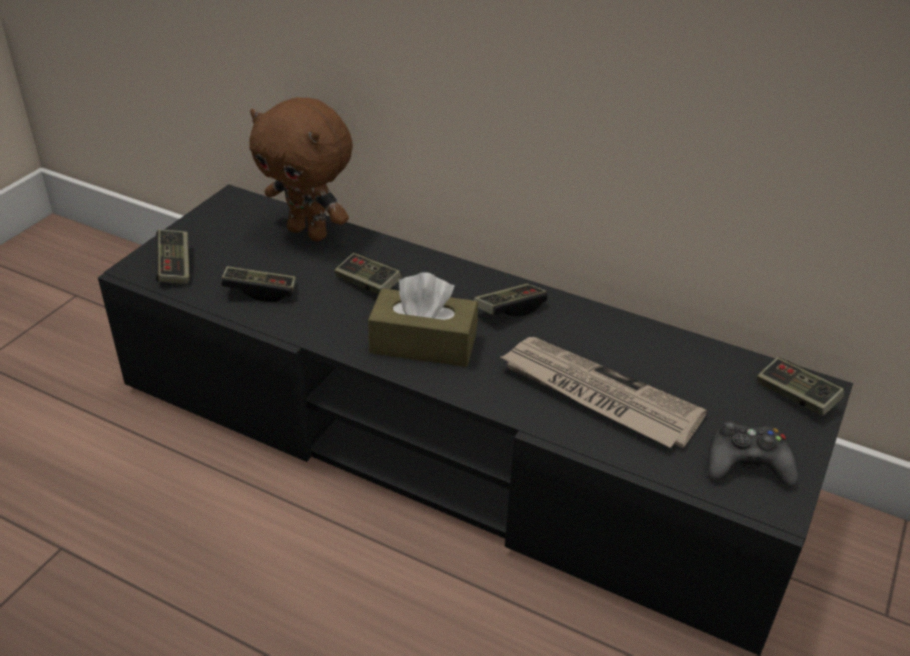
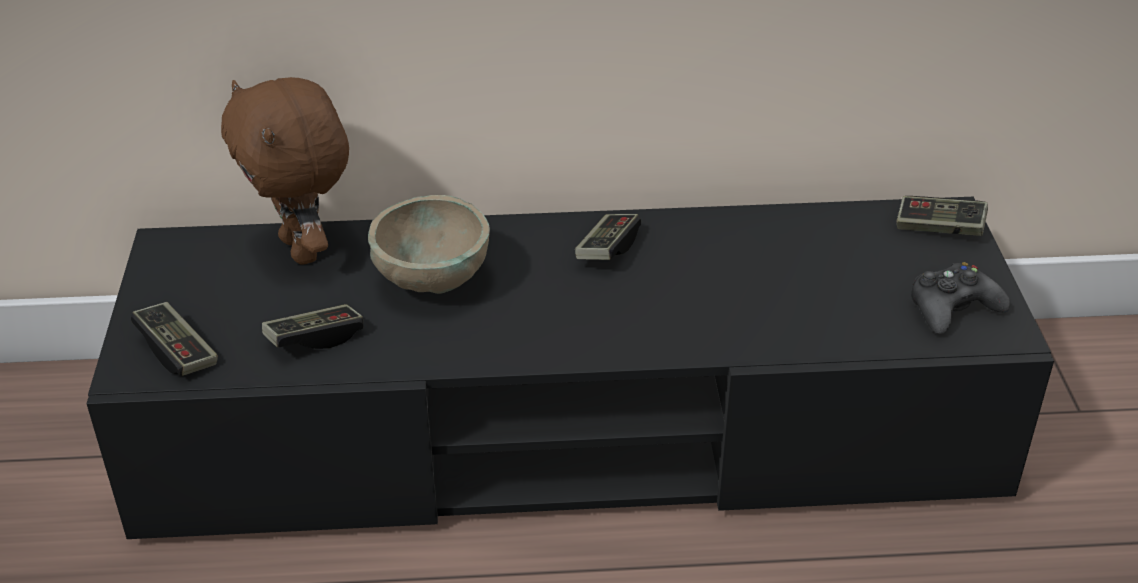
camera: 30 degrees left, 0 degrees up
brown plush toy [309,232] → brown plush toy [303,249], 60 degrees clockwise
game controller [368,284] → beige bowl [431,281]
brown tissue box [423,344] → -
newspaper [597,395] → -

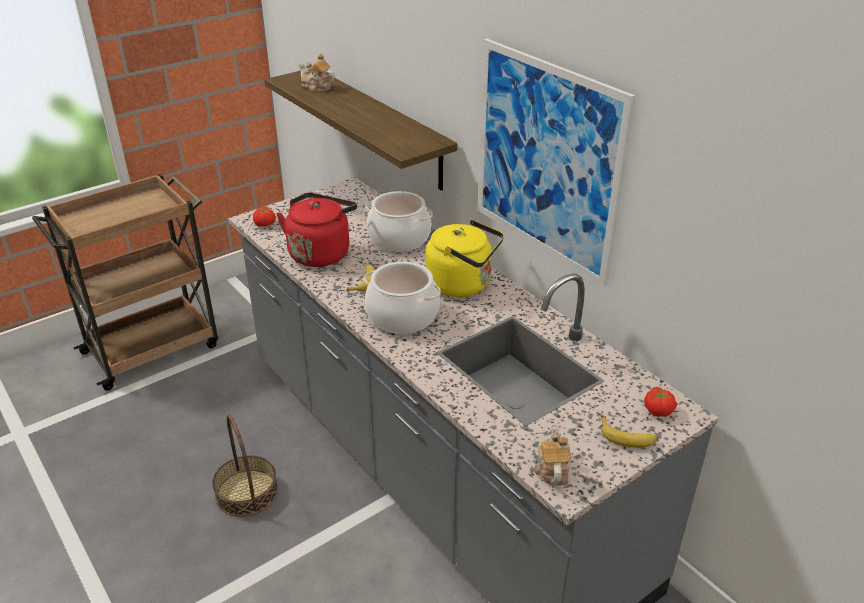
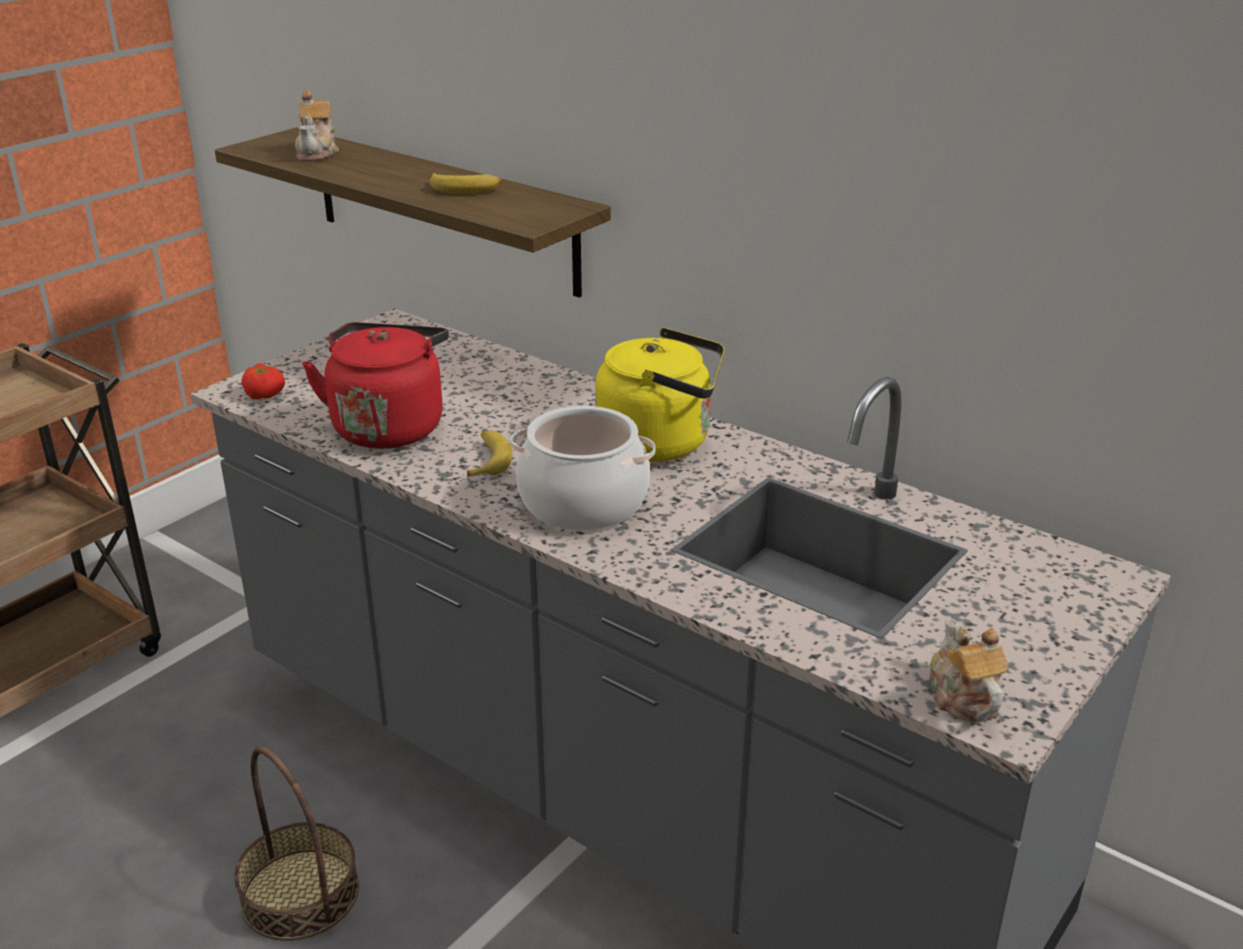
camera: 15 degrees left, 5 degrees down
teapot [316,87] → teapot [318,153], 105 degrees counterclockwise
cooking pot [399,238] → -
picture [546,160] → -
banana [627,437] → banana [465,189], moved
tomato [658,410] → -

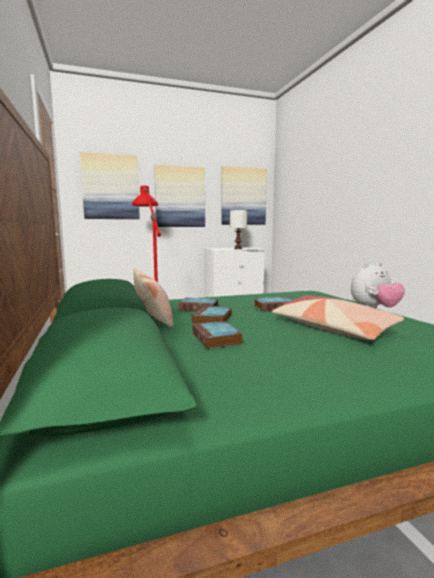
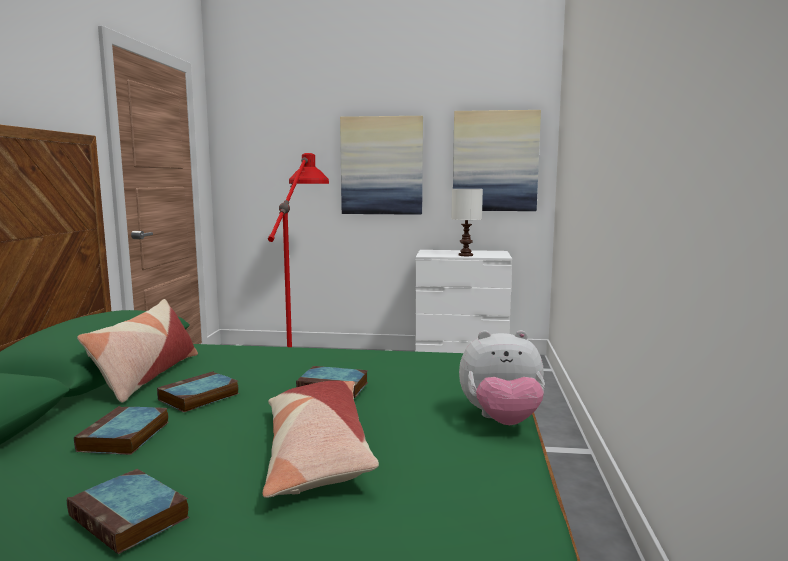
camera: 25 degrees right, 0 degrees up
picture [110,187] → -
book [199,308] → book [131,517], moved

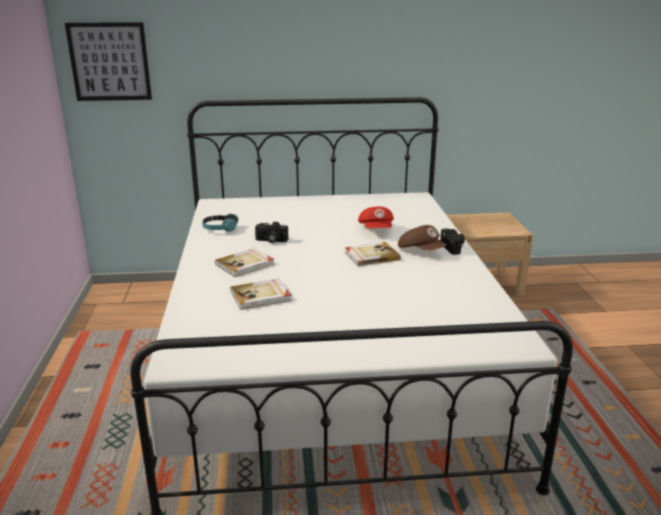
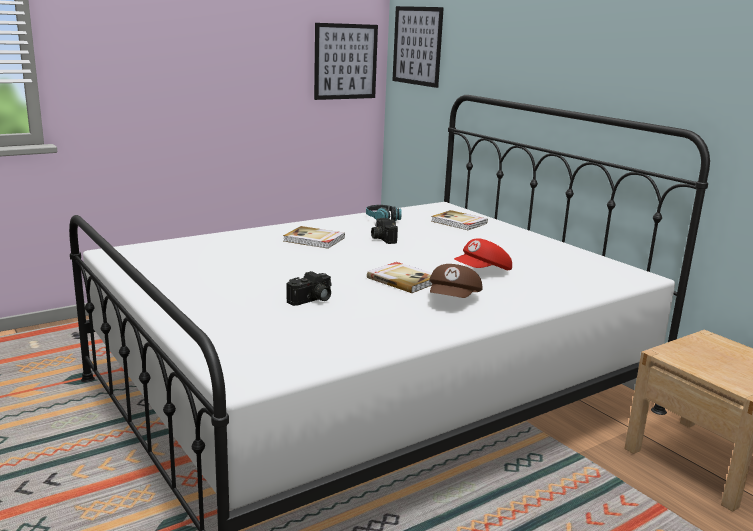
camera: 60 degrees right, 5 degrees down
book [261,296] → book [459,222], moved
photo camera [453,247] → photo camera [312,300], moved
- → picture [345,61]

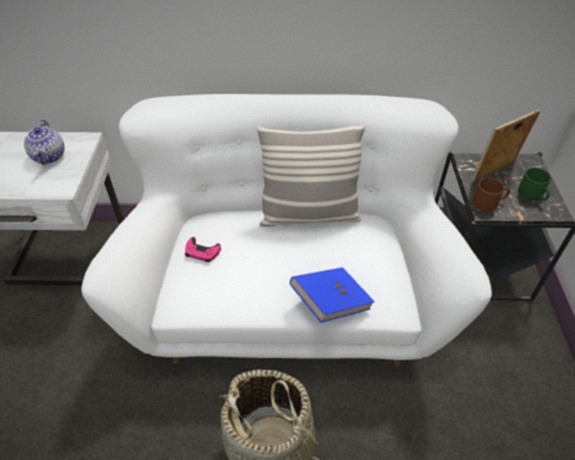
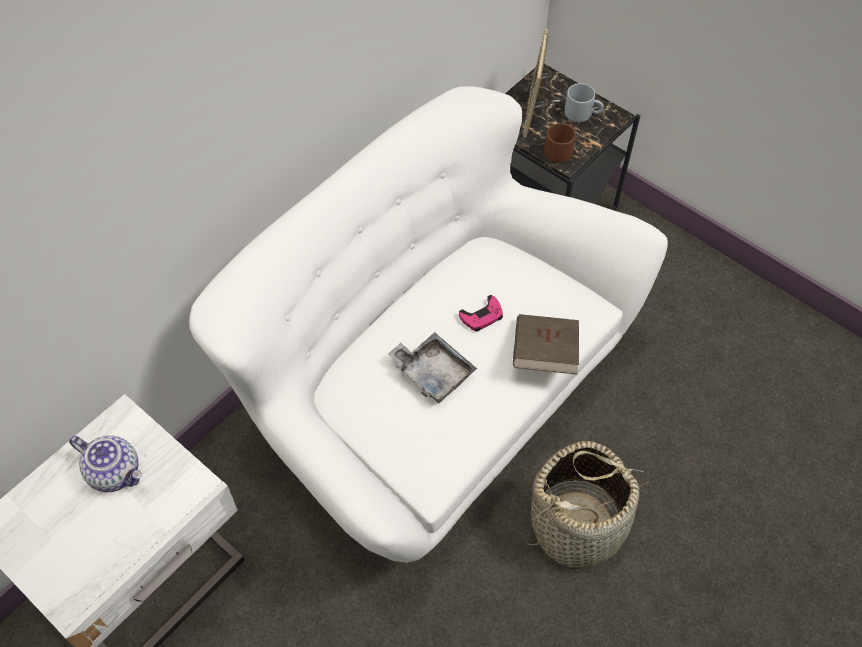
camera: 50 degrees left, 10 degrees up
pink game controller [202,252] → pink game controller [482,316], moved
pillow [309,215] → -
blue book [330,303] → brown book [544,354]
green mug [533,195] → grey mug [583,113]
- → grey tray [432,373]

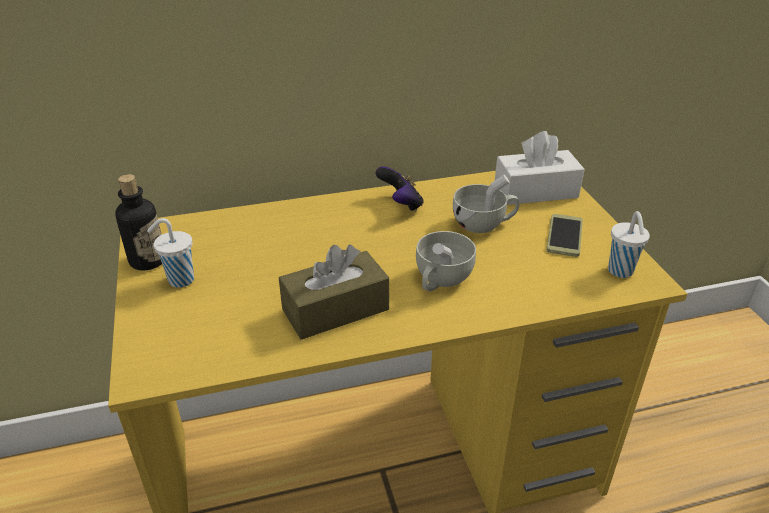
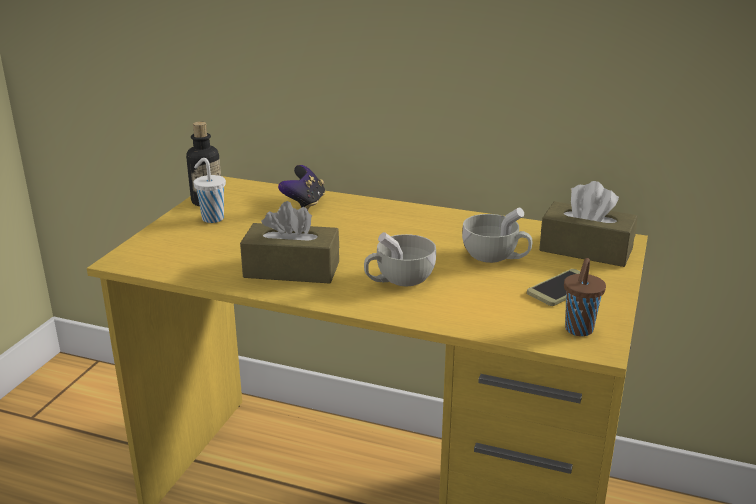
camera: 35 degrees right, 10 degrees down
game controller [401,205] → game controller [304,203], moved
white tissue box [535,191] → brown tissue box [586,249]
white cup [621,272] → brown cup [578,330]

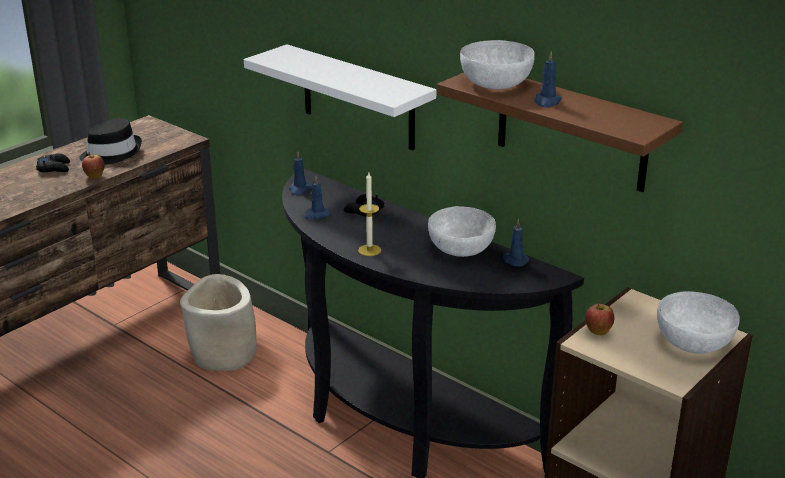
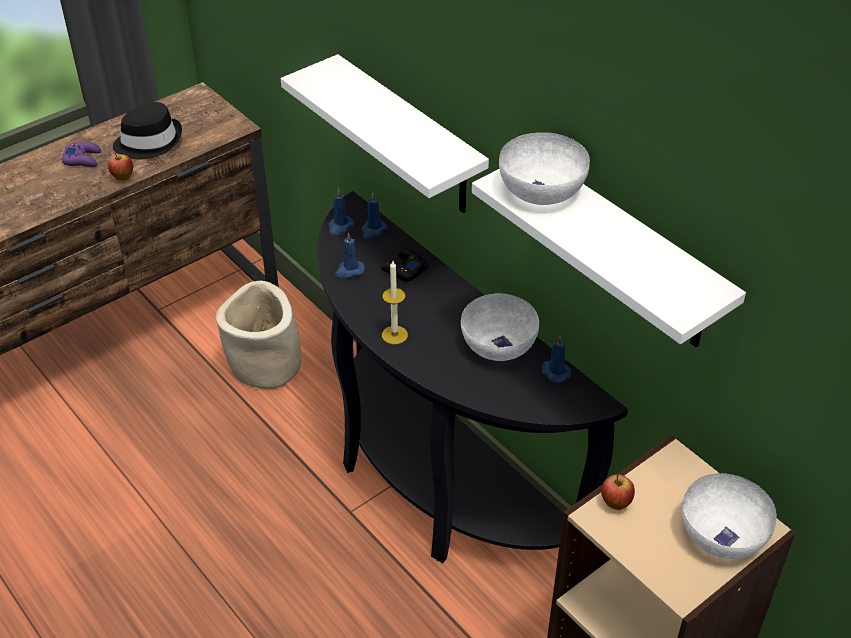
camera: 10 degrees right, 15 degrees up
black game controller [54,168] → purple game controller [83,159]
brown shelf [571,129] → white shelf [627,254]
blue candle [547,102] → blue candle [373,231], moved

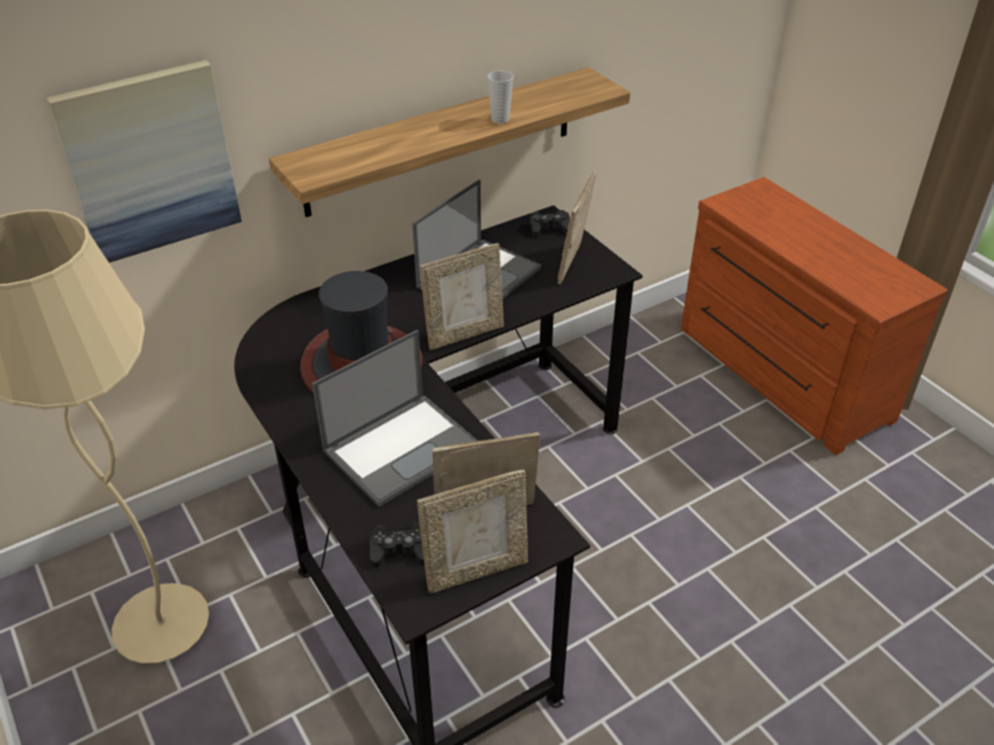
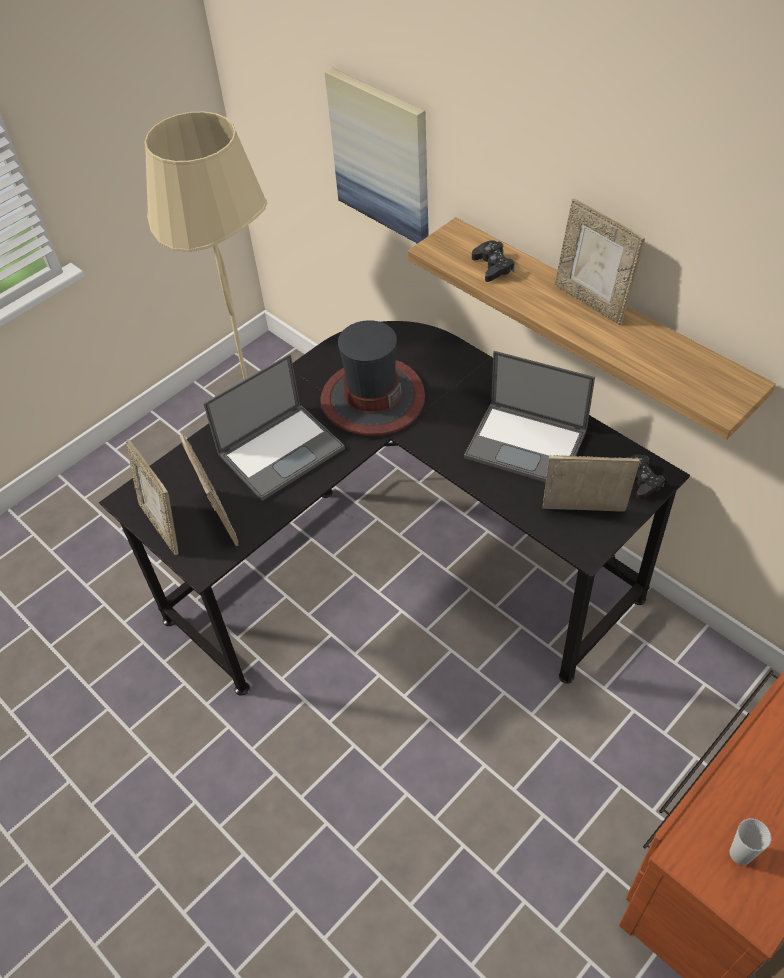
camera: 80 degrees right, 10 degrees up
laptop [402,447] → laptop [282,450], 75 degrees counterclockwise
black game controller [400,550] → black game controller [493,266], moved
picture frame [464,334] → picture frame [591,301], moved
cup [500,119] → cup [740,854], moved

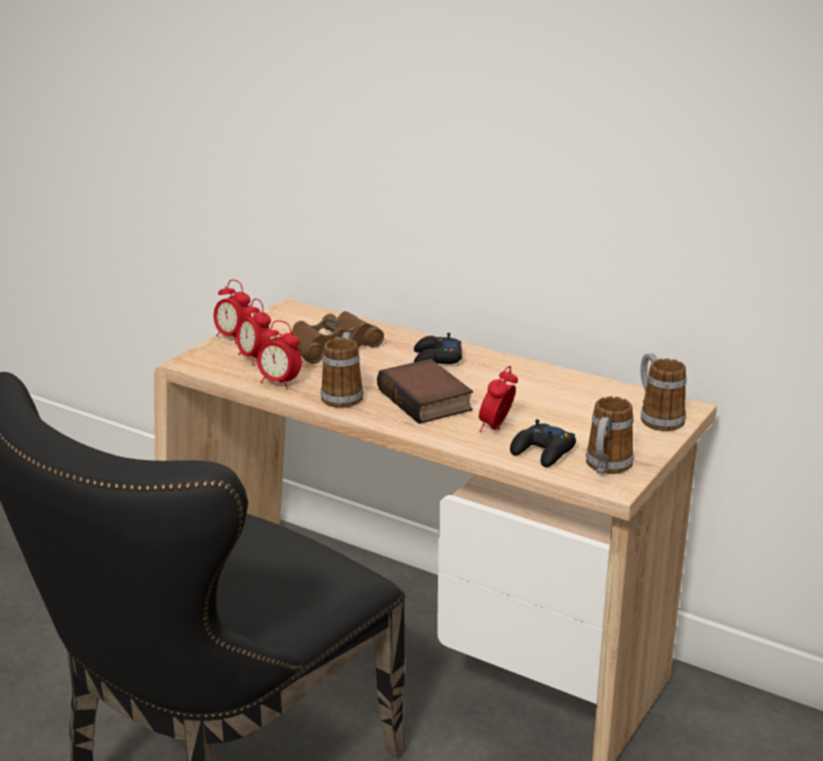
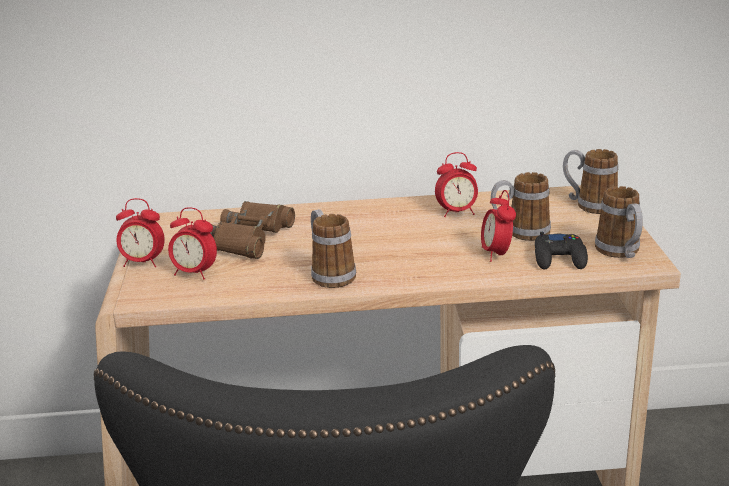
camera: 35 degrees left, 0 degrees up
alarm clock [279,383] → alarm clock [457,213], moved
book [427,400] → -
black game controller [436,358] → -
- → mug [520,233]

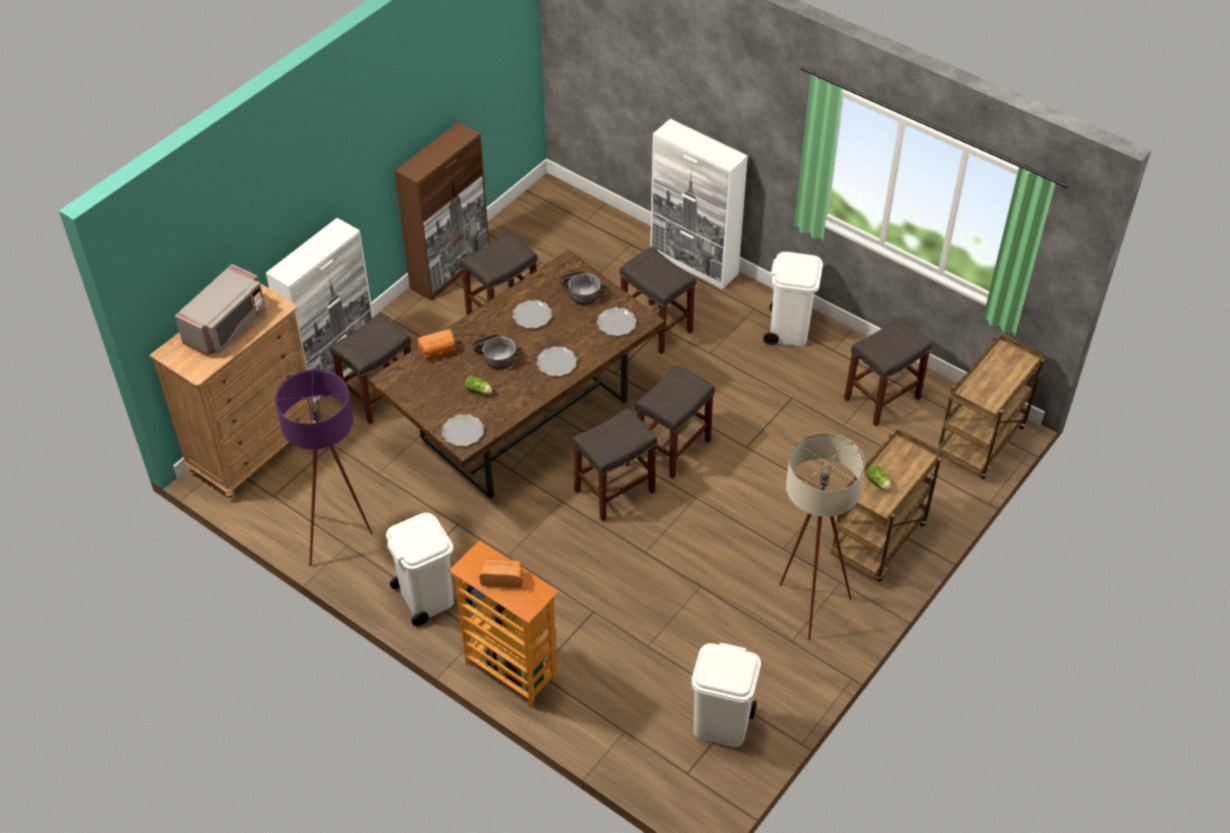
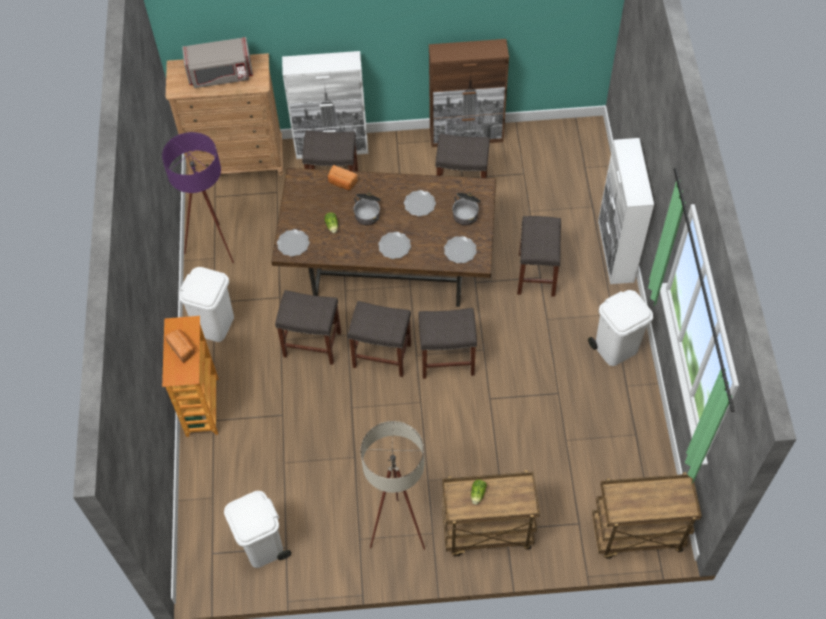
camera: 50 degrees right, 10 degrees up
grey stool [881,399] → grey stool [311,344], moved

